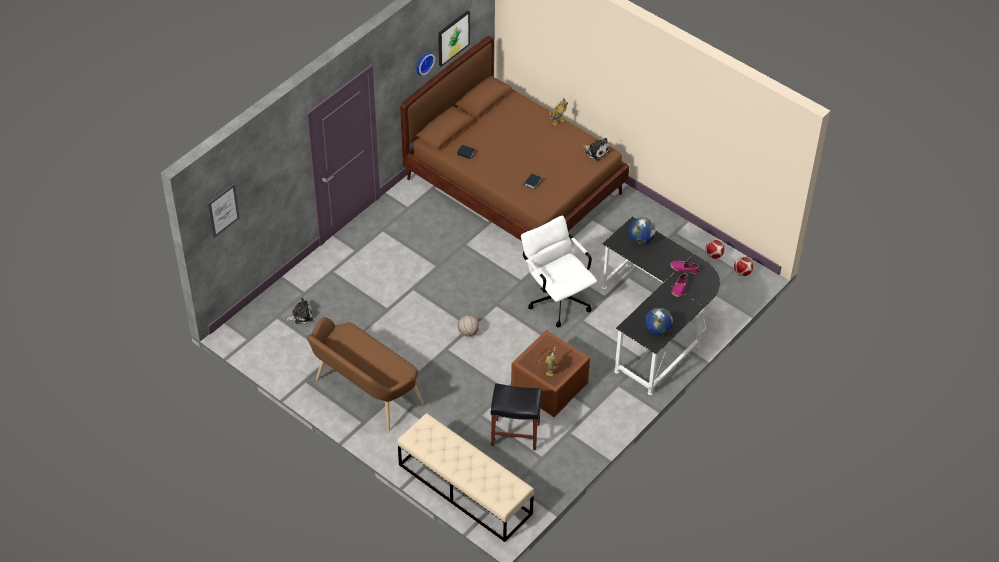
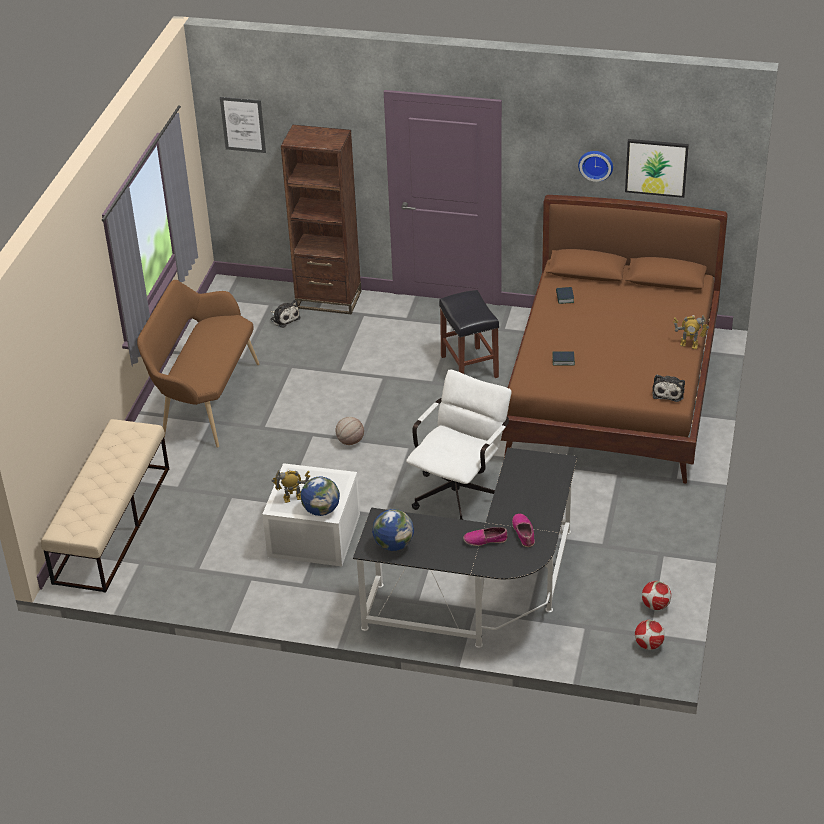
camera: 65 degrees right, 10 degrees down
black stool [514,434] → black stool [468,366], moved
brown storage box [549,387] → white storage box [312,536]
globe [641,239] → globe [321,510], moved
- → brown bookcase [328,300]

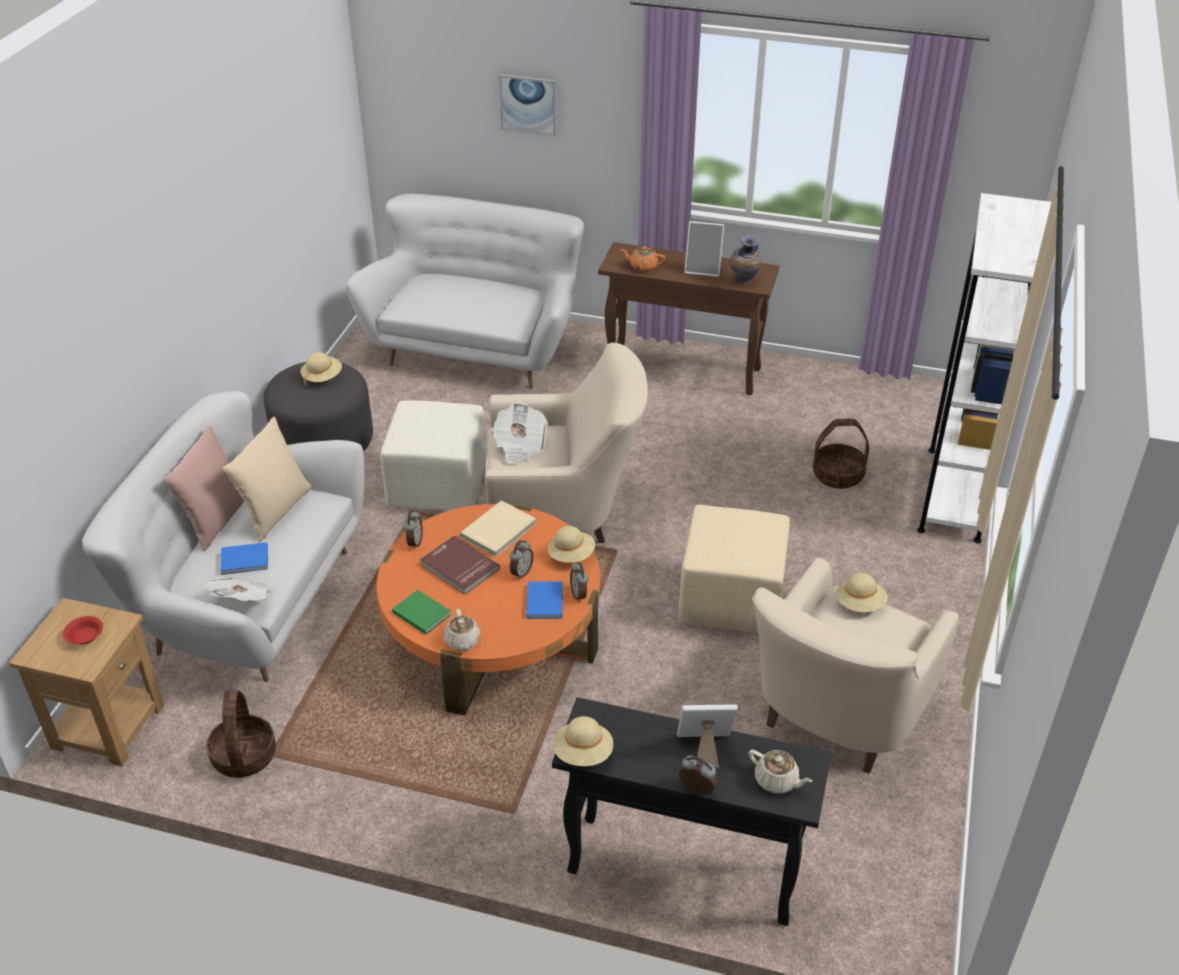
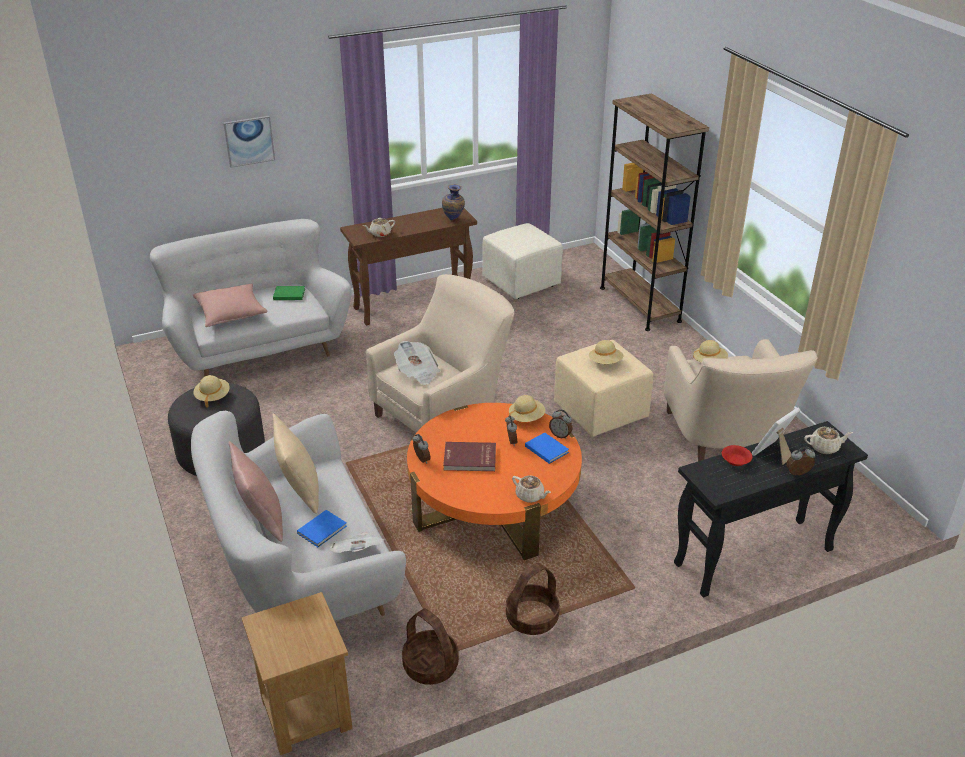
camera: 40 degrees left, 5 degrees down
red bowl [86,637] → red bowl [736,461], moved
beige ottoman [437,485] → beige ottoman [520,282], moved
green book [421,613] → green book [288,294], moved
beige book [499,531] → -
beige hat [583,753] → beige hat [605,362], moved
orange teapot [643,266] → beige teapot [380,233]
picture frame [703,269] → -
basket [837,475] → basket [532,618], moved
white bookcase [953,494] → brown bookcase [639,304]
- → pink pillow [231,313]

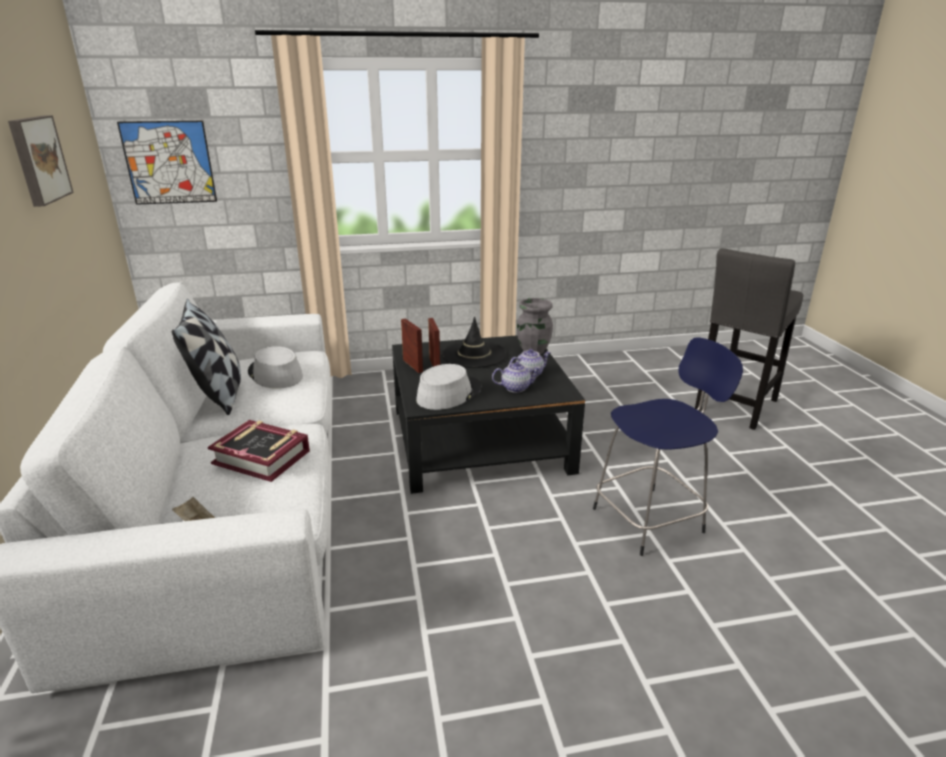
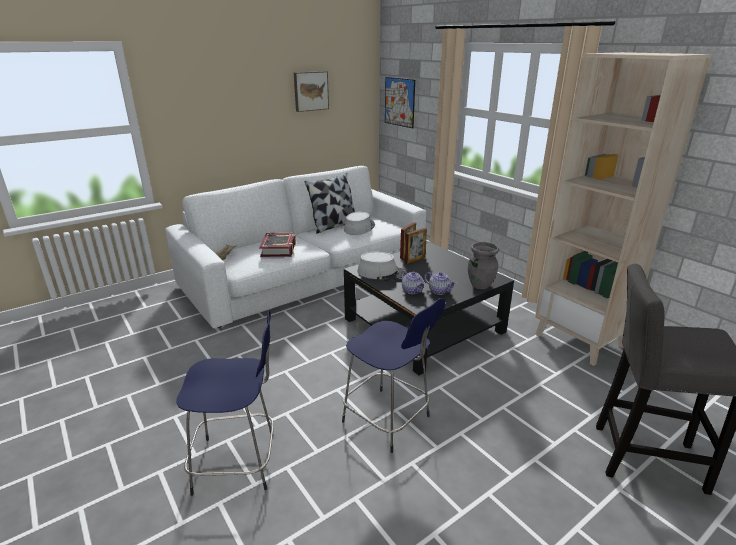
camera: 65 degrees right, 0 degrees up
black hat [474,354] → -
- → blue stool [238,463]
- → beige bookcase [579,340]

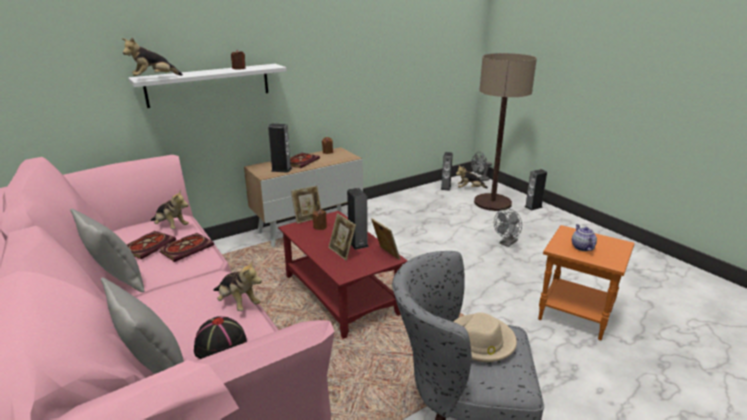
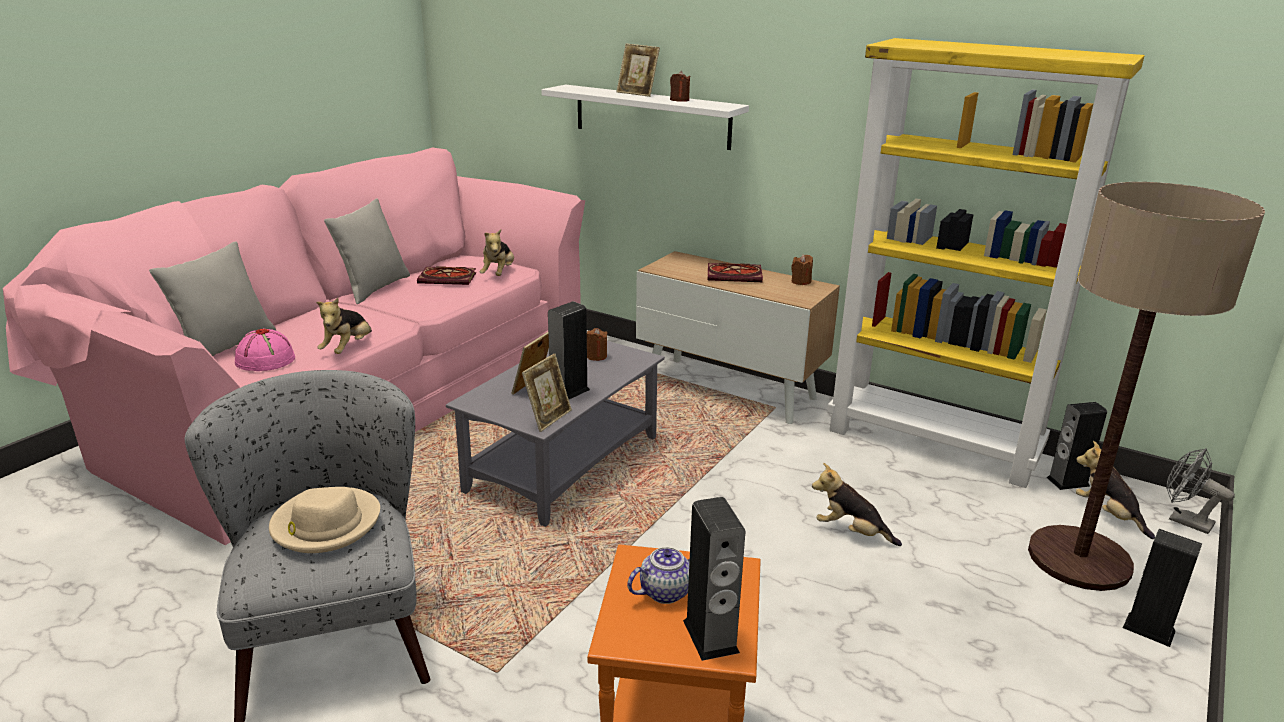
camera: 65 degrees right, 0 degrees up
plush toy [154,78] → plush toy [851,532], moved
book [187,248] → -
black hat [220,345] → pink hat [265,360]
speaker [281,169] → speaker [710,636], moved
red coffee table [339,294] → grey coffee table [564,463]
picture frame [308,218] → picture frame [637,93], moved
grey fan [507,243] → -
- → yellow bookcase [934,443]

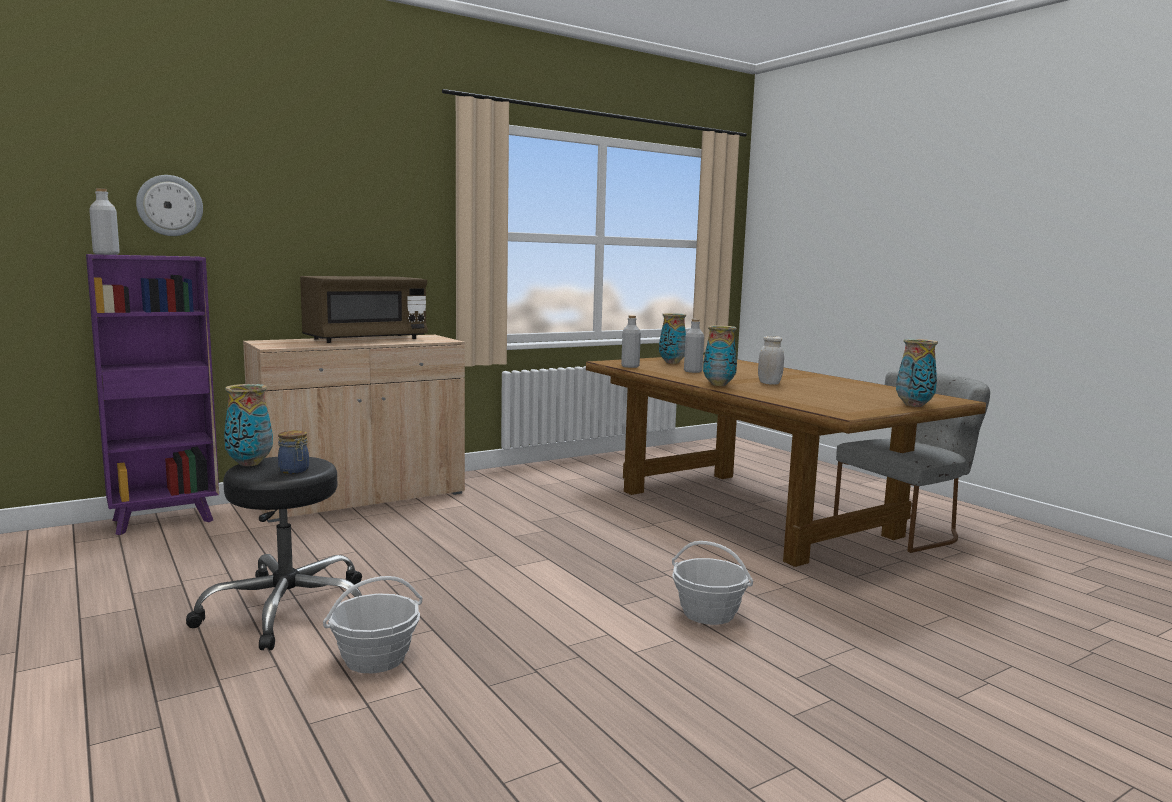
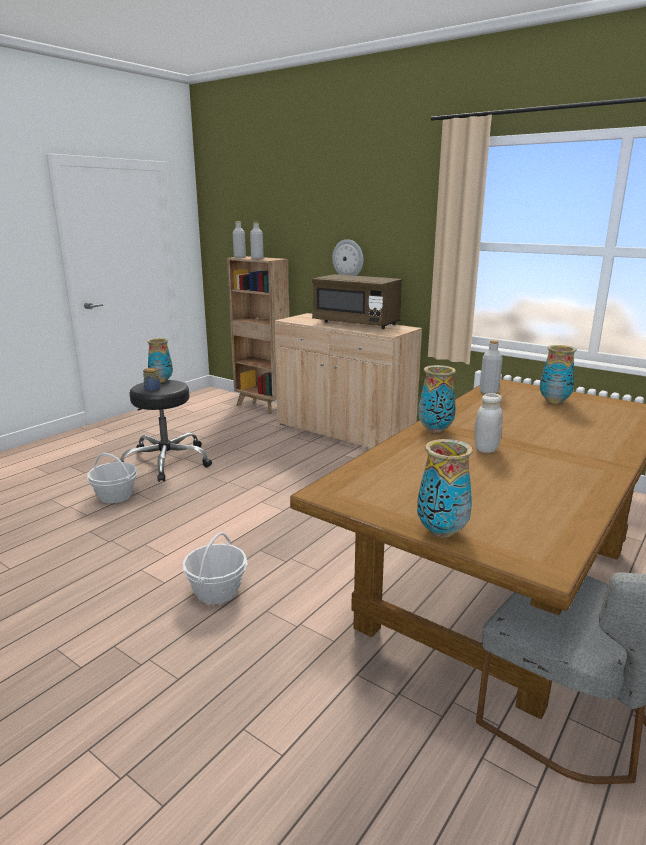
camera: 70 degrees right, 10 degrees up
purple bookcase [165,520] → brown bookcase [262,406]
wall clock [170,205] → wall clock [348,259], moved
grey bottle [693,371] → grey bottle [257,258], moved

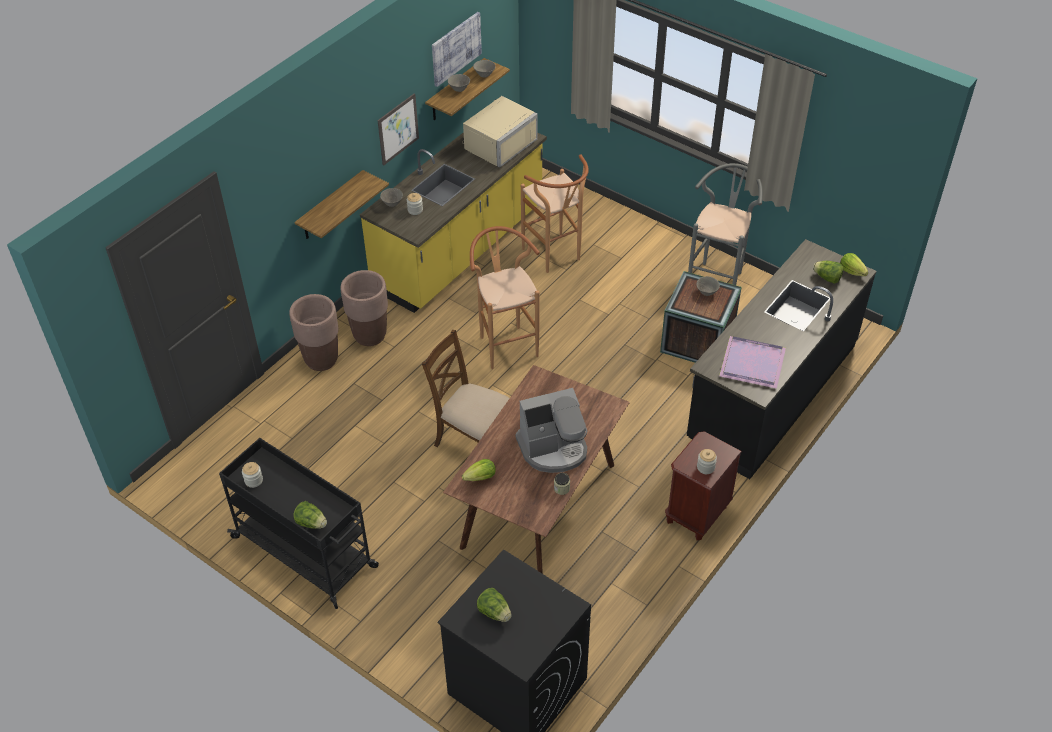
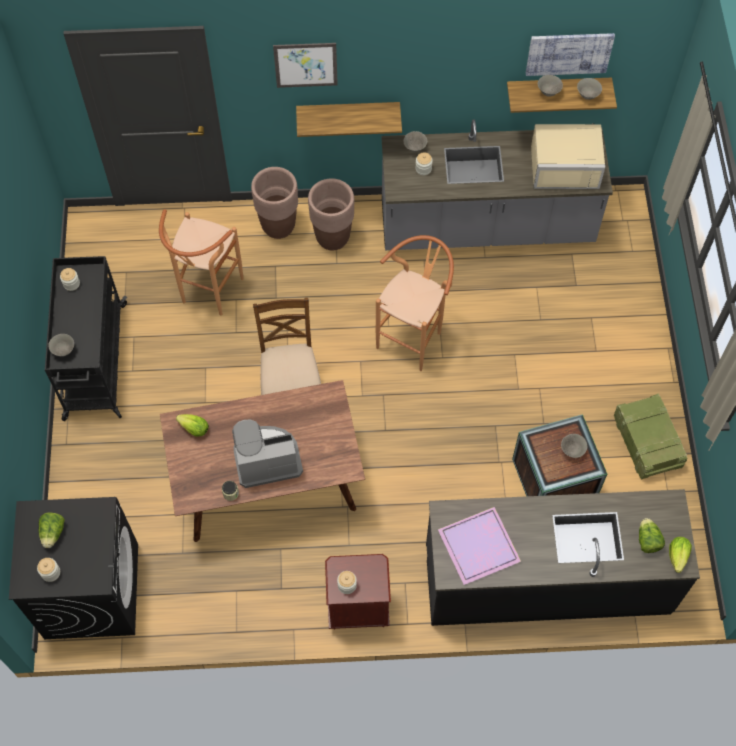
camera: 50 degrees right, 15 degrees up
lettuce [311,523] → grey bowl [64,350]
yellow counter [460,249] → grey counter [486,225]
picture [398,129] → picture [306,65], moved
coffee machine [553,448] → coffee machine [266,458], 135 degrees clockwise
brown stool [555,257] → brown stool [208,295], moved
grey stool [717,278] → crate [647,443]
- → jar [51,572]

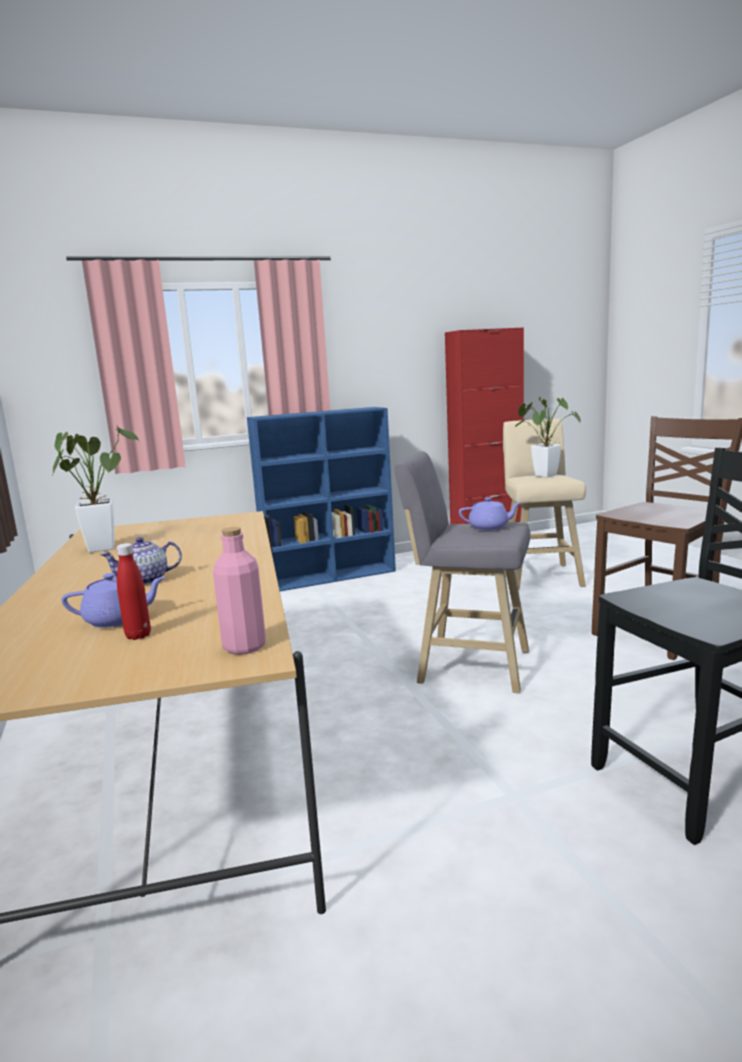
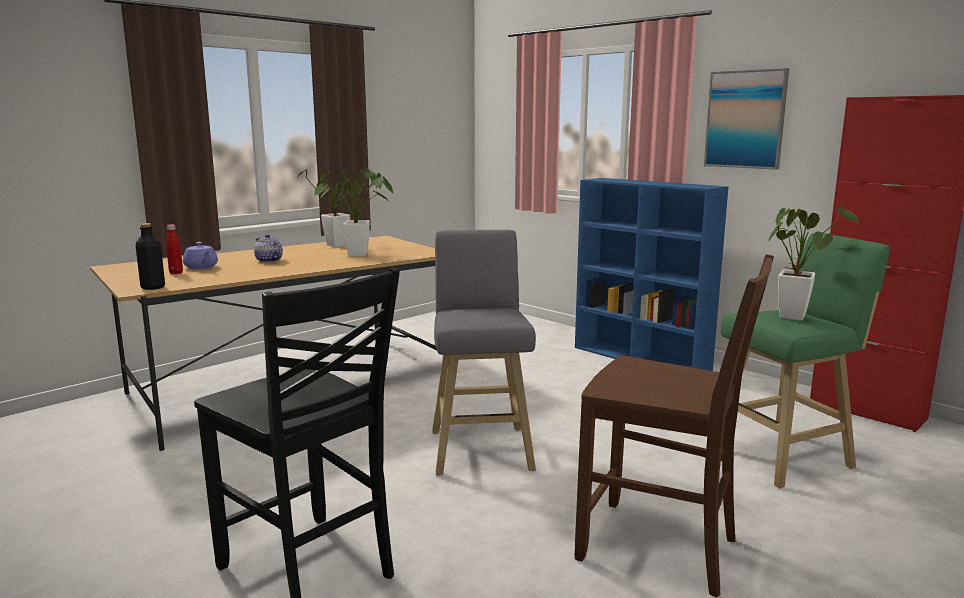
camera: 65 degrees right, 0 degrees up
pink bottle [244,646] → black bottle [153,287]
purple teapot [489,527] → -
beige stool [540,576] → green stool [784,456]
- → potted plant [363,255]
- → picture [745,119]

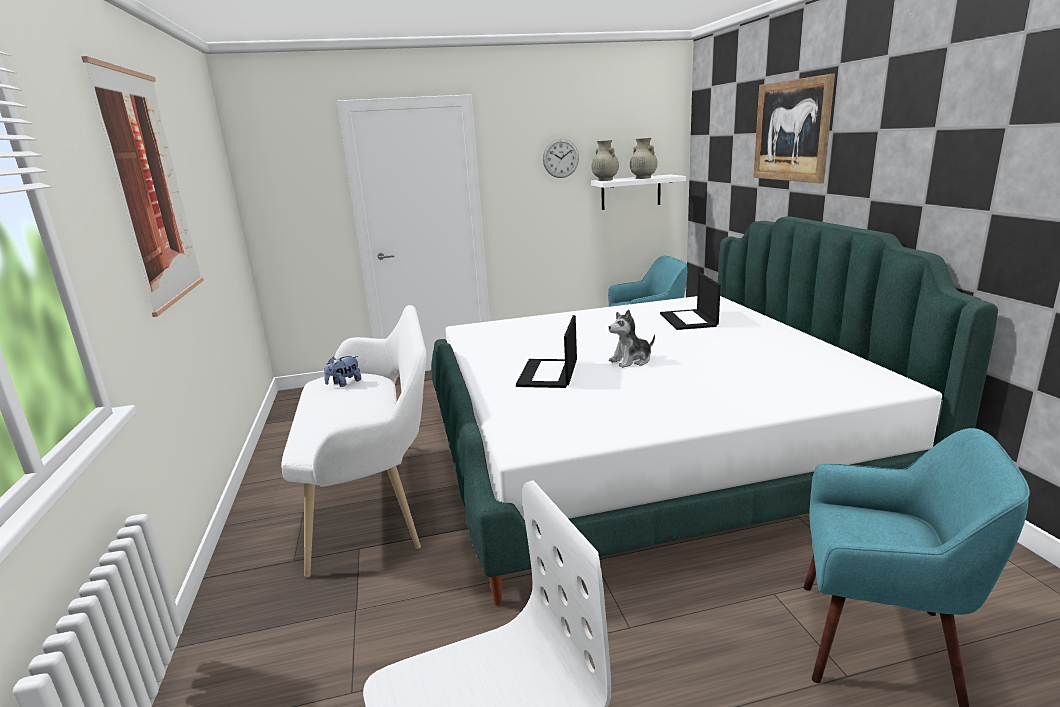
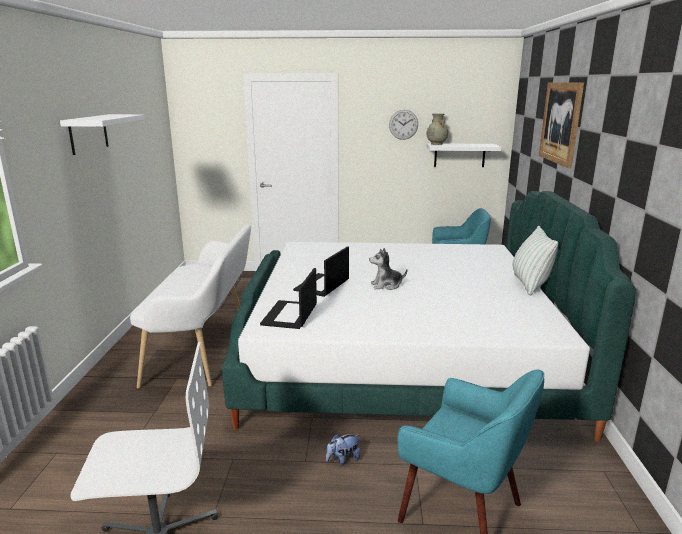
camera: 15 degrees right, 0 degrees up
picture [151,188] → white shelf [88,133]
plush toy [344,383] → plush toy [343,459], moved
beige vase [643,178] → -
laptop [689,320] → laptop [290,315], moved
- → pillow [530,284]

